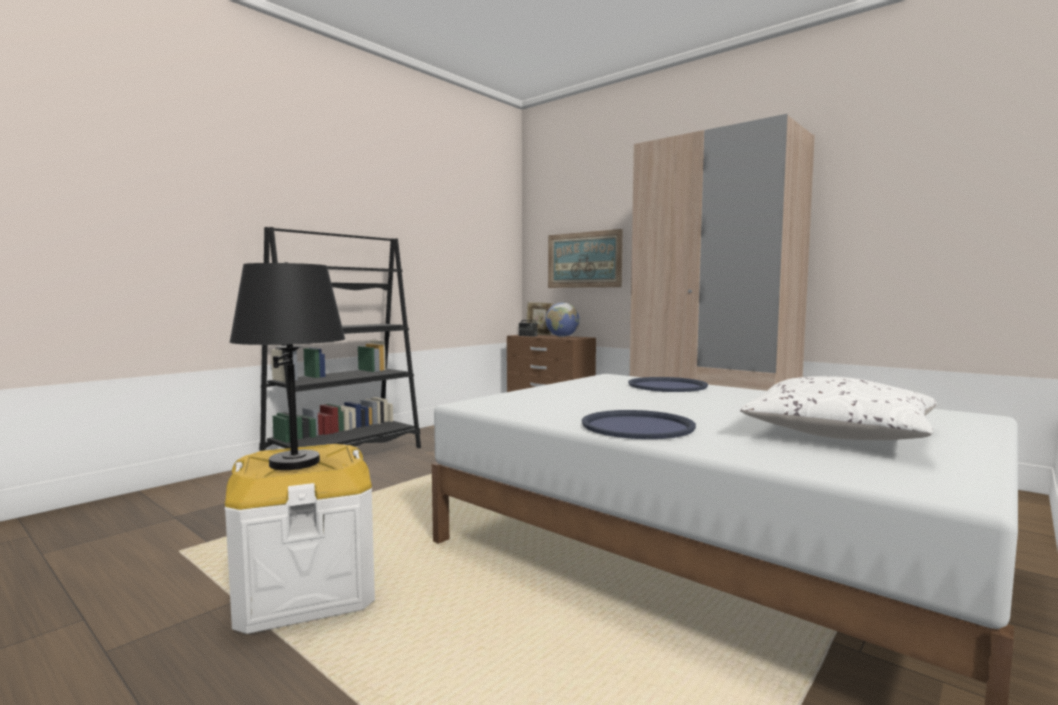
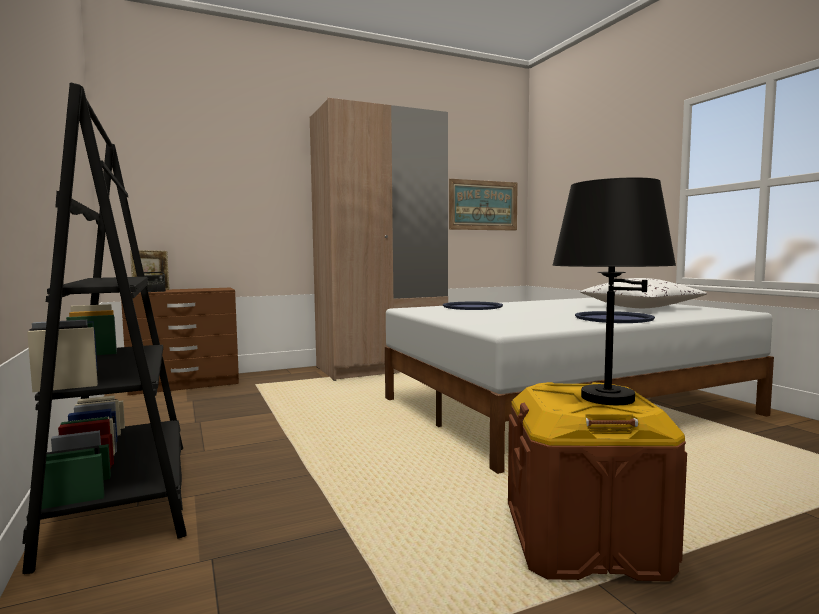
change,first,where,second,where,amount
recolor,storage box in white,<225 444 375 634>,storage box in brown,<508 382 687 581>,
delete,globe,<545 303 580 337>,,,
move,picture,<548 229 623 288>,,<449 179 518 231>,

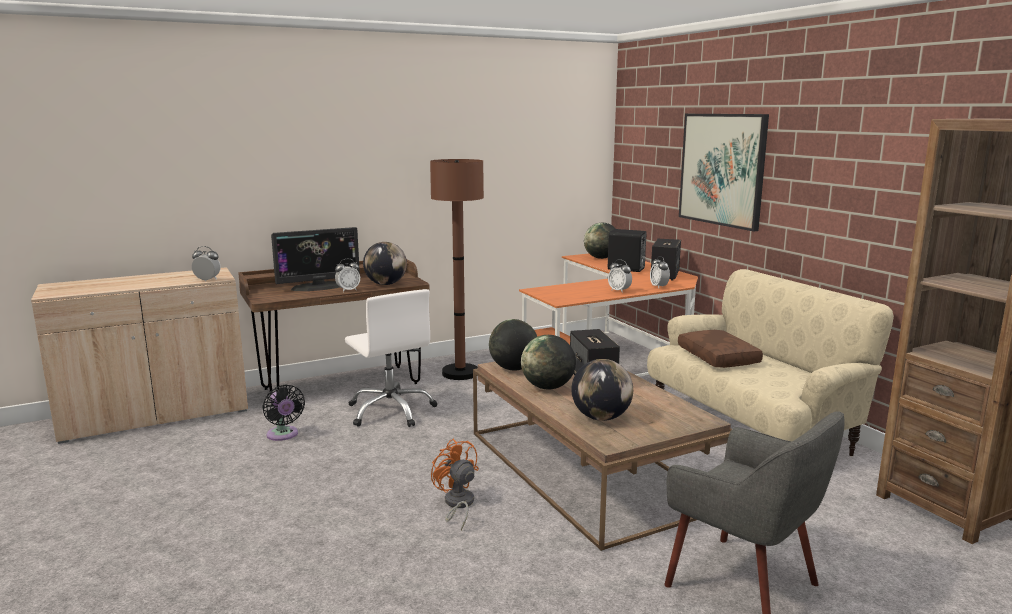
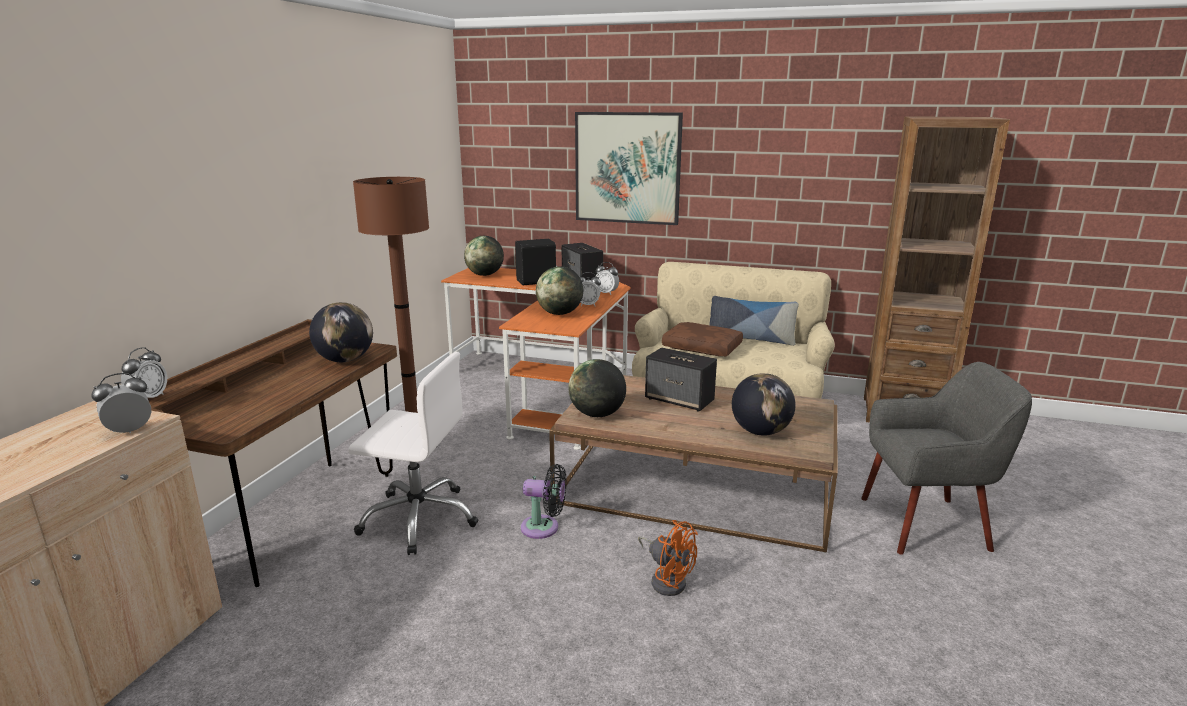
change,first,where,second,where,amount
move,fan in black,<262 385 305 441>,,<521 464 566 539>,
delete,monitor,<271 227 360 291>,,,
move,alarm clock,<335 259 360 292>,,<121 347 167 398>,
rotate,fan in orange,<431 439 479 531>,,<638 520 698 596>,150 degrees counterclockwise
move,globe,<521 335 576 389>,,<536 266 583 315>,
insert,,,pillow,<710 296 799 346>,

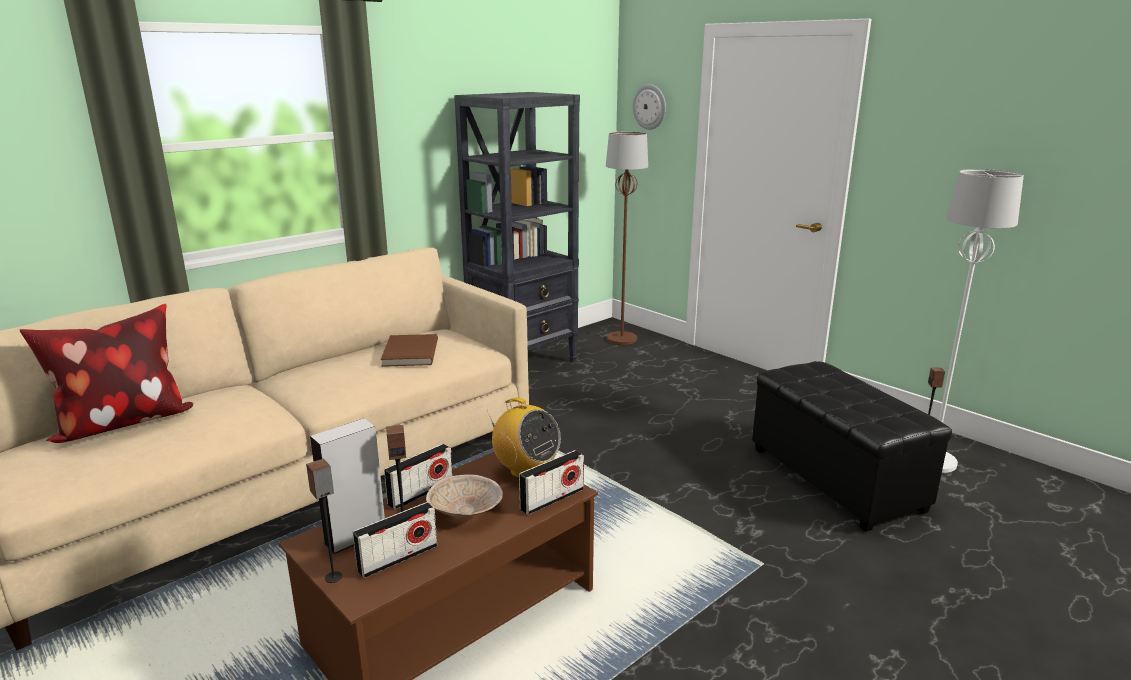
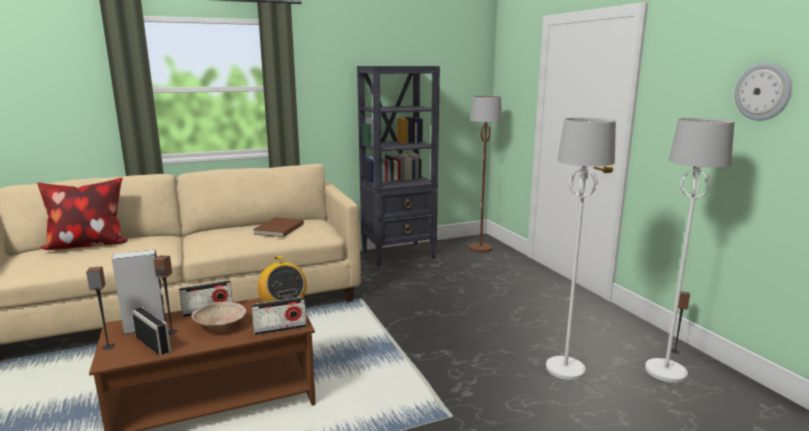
change,first,where,second,where,amount
rotate,radio,<353 502 437 578>,,<132 307 171 355>,120 degrees counterclockwise
move,wall clock,<633 84 666 130>,,<734 62 792 121>,
replace,ottoman in black,<752 361 952 532>,floor lamp in white,<546 118 616 380>,

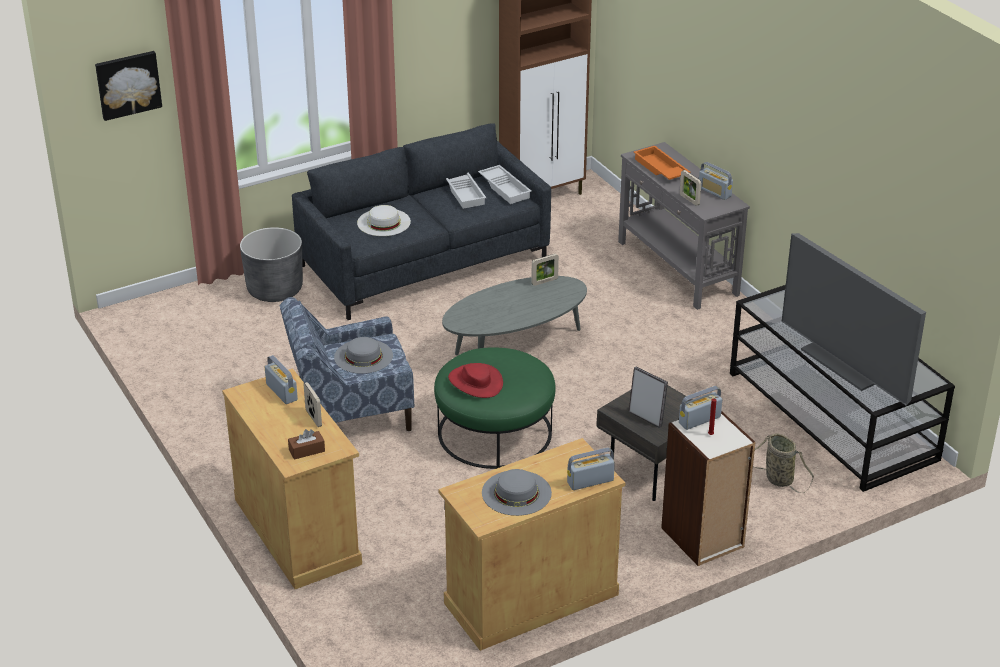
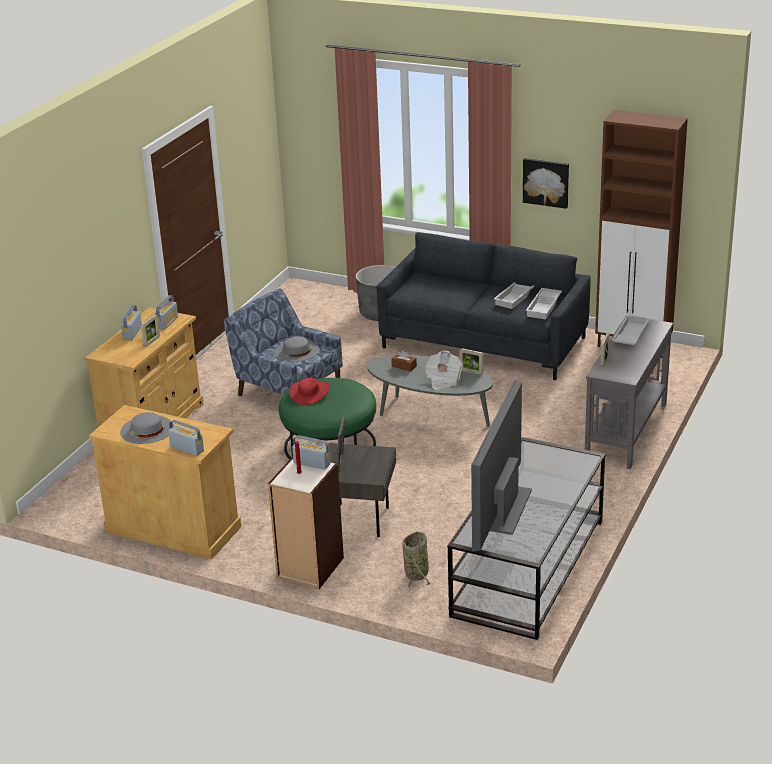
change,first,where,second,where,amount
move,picture,<95 51 162 121>,,<523 158 569 209>,
move,tissue box in brown,<288 429 325 460>,,<391 350 417 371>,
delete,hat in white,<357 205 411 236>,,,
recolor,tray in orange,<634 146 691 180>,tray in white,<612 315 650 345>,
move,radio,<699 162 733 200>,,<121 305 142 340>,
insert,,,newspaper,<425 351 463 390>,

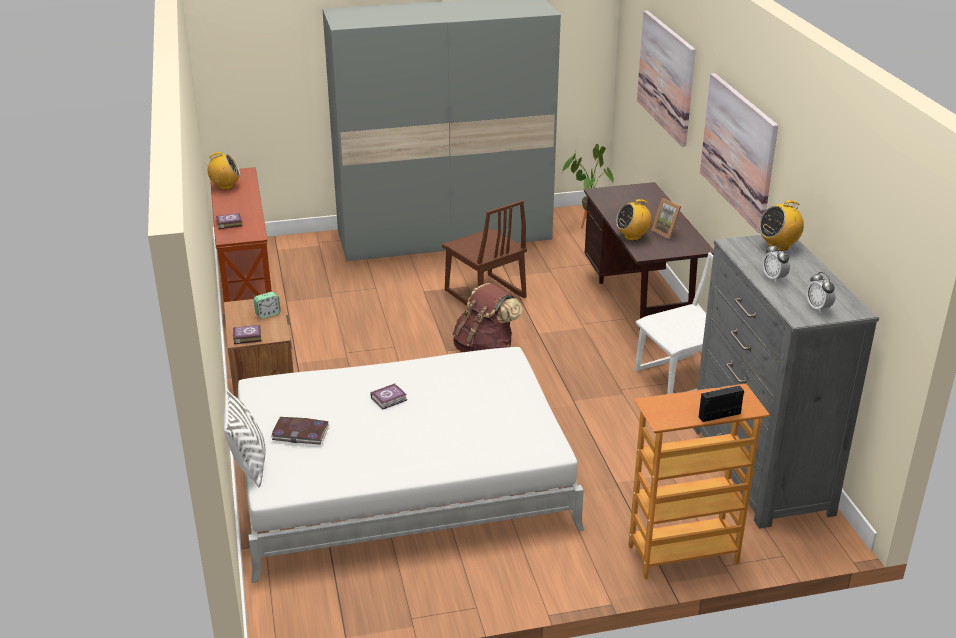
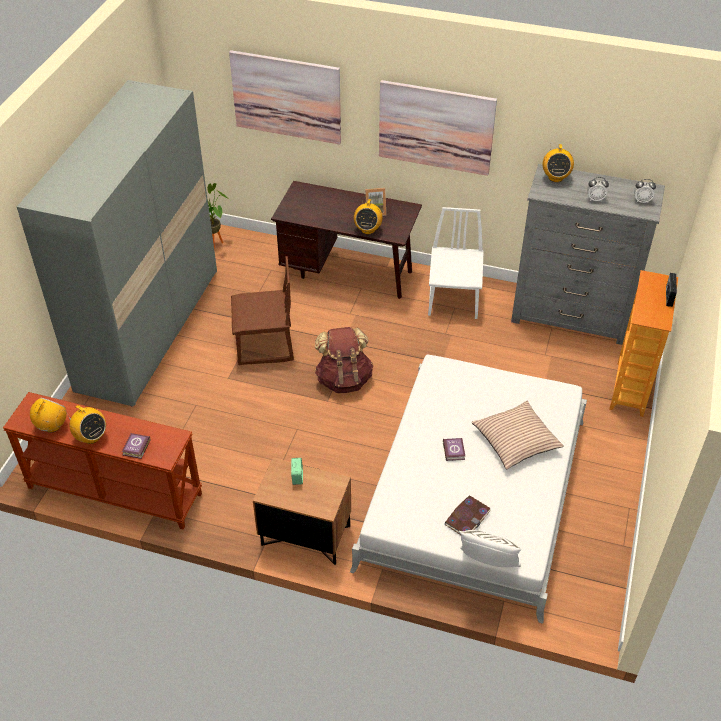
change,first,where,second,where,amount
delete,book,<233 325 262 344>,,,
insert,,,radio,<66 405 106 444>,
insert,,,pillow,<471 400 563 469>,

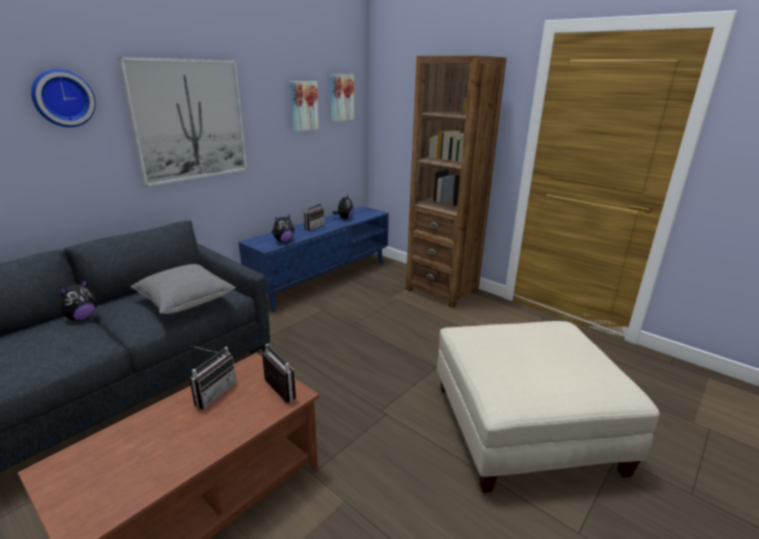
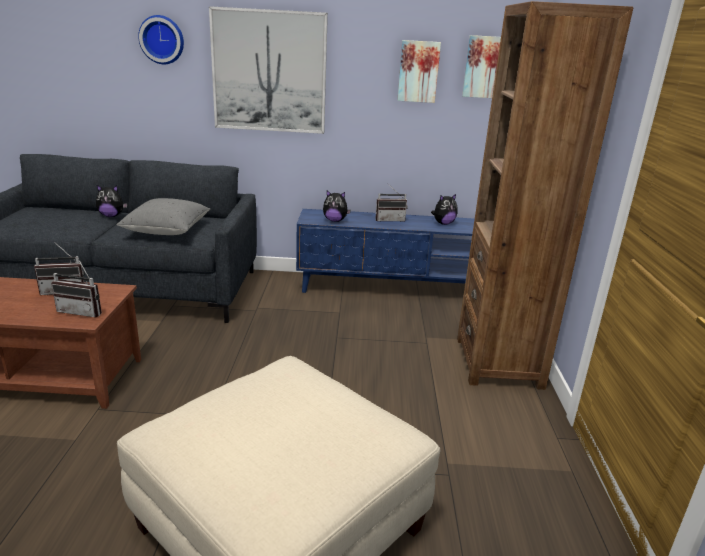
change,first,where,second,where,amount
rotate,radio,<260 344 296 403>,,<51 258 102 318>,90 degrees clockwise

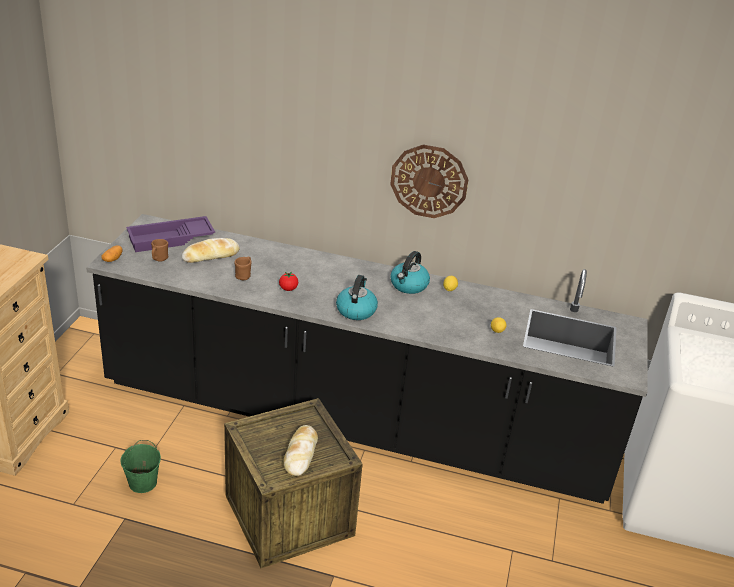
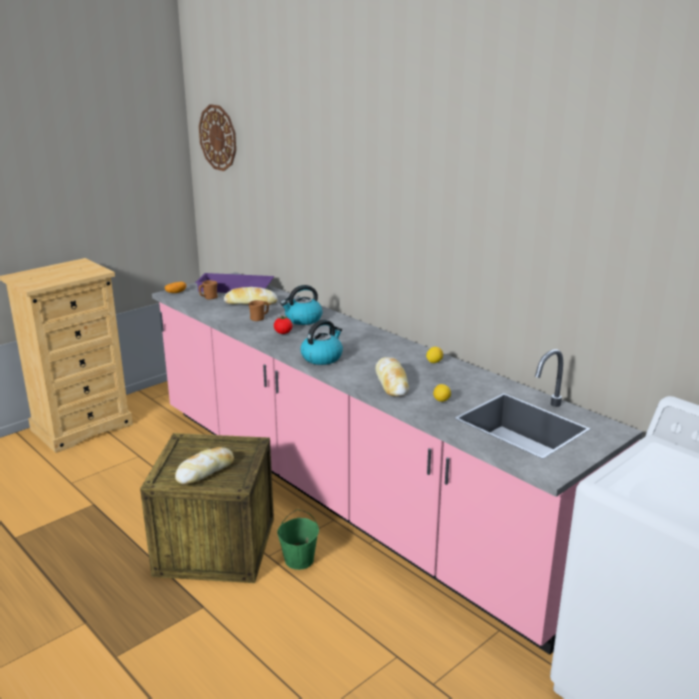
change,first,where,second,where,amount
recolor,counter in black,<86 214 648 504>,counter in pink,<152 272 643 655>,
move,bucket in green,<121 440 161 493>,,<277 509 319 570>,
move,wall clock,<390 144 468 218>,,<199 104 236 171>,
move,kettle,<390 251 430 294>,,<281 285 323 325>,
insert,,,bread,<375 357 409 397>,

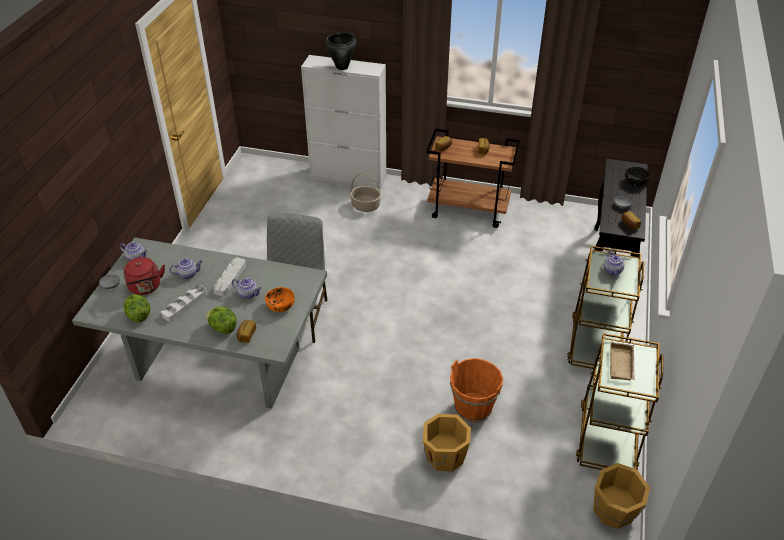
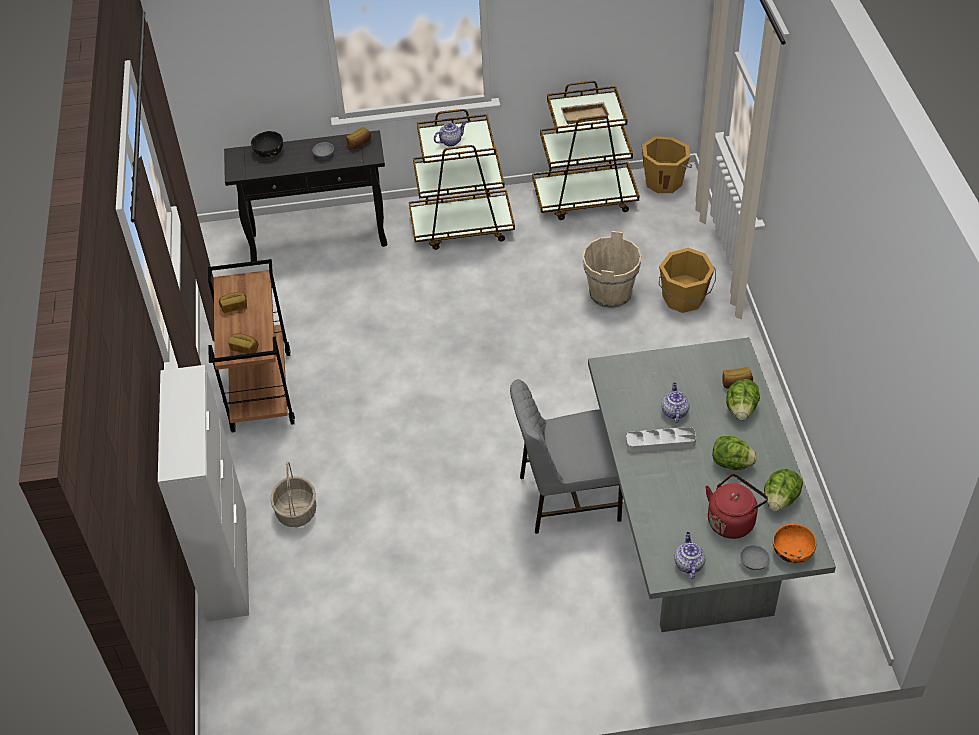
change,first,where,second,where,amount
replace,tray in grey,<161 284 207 322>,lettuce,<712 436 757 470>,
delete,teapot,<169 258 202 279>,,,
move,bowl in orange,<265 287 295 312>,,<773 524 816 564>,
delete,cooking pot in black,<325 32 356 70>,,,
recolor,bucket in orange,<450 358 503 423>,bucket in beige,<583 231 641 309>,

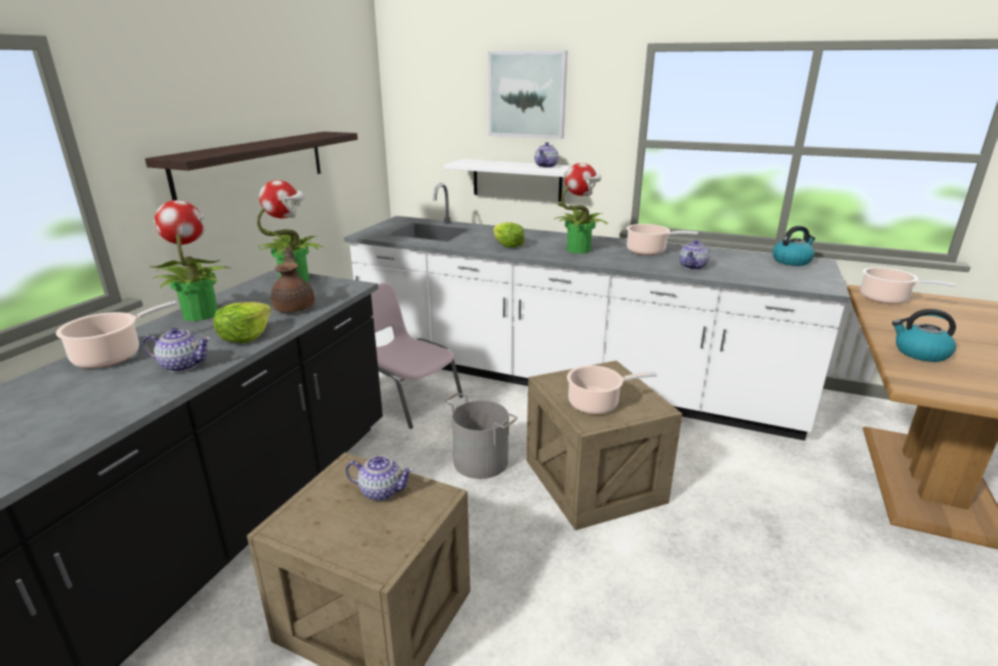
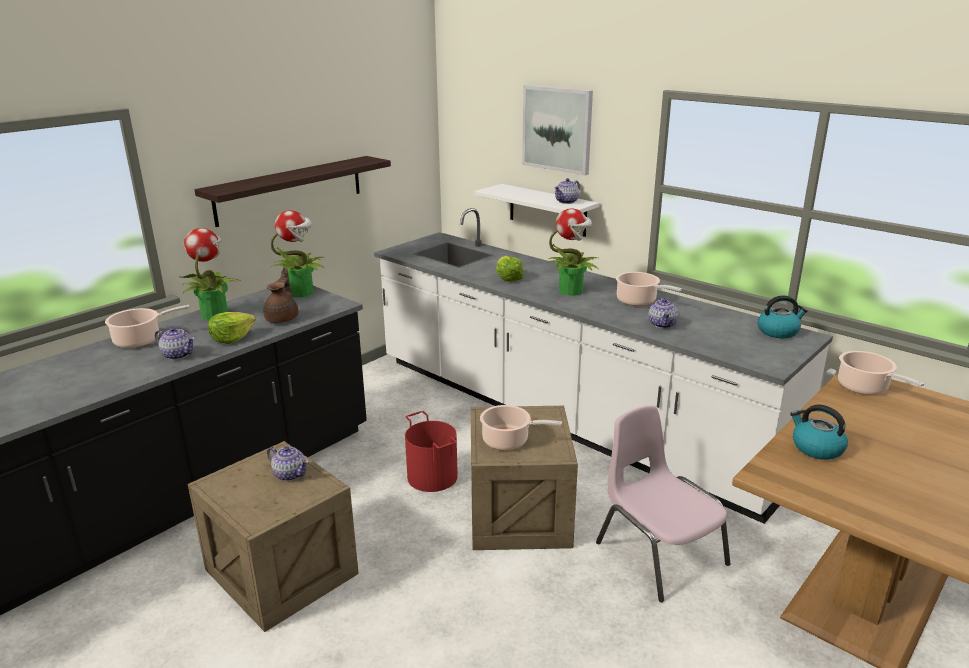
change,first,where,second,where,amount
move,chair in pink,<371 283 463 429>,,<596 406 731 602>,
recolor,bucket in grey,<444 393 518 479>,bucket in red,<405 411 458 492>,
rotate,teapot,<679 240 709 270>,,<648 297 678 329>,45 degrees counterclockwise

